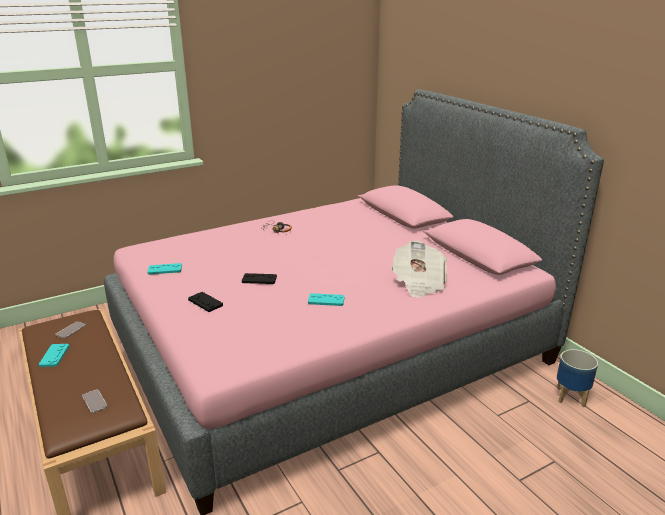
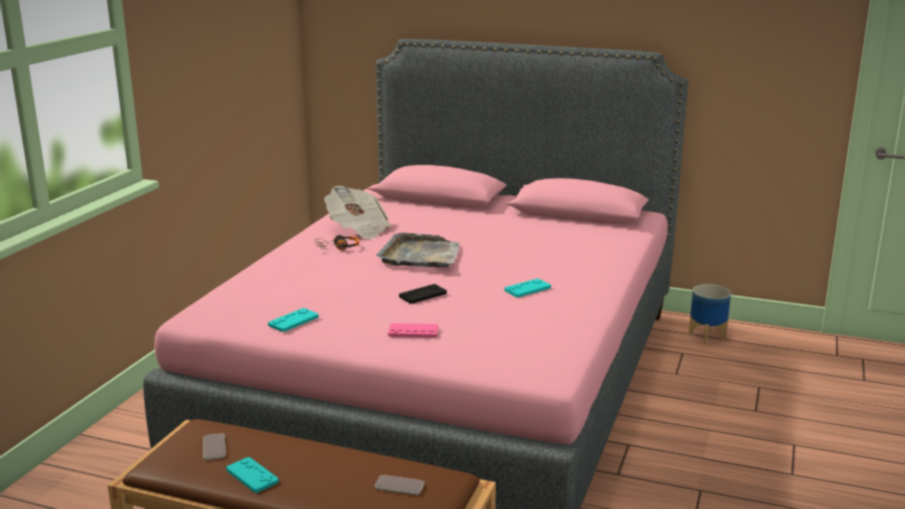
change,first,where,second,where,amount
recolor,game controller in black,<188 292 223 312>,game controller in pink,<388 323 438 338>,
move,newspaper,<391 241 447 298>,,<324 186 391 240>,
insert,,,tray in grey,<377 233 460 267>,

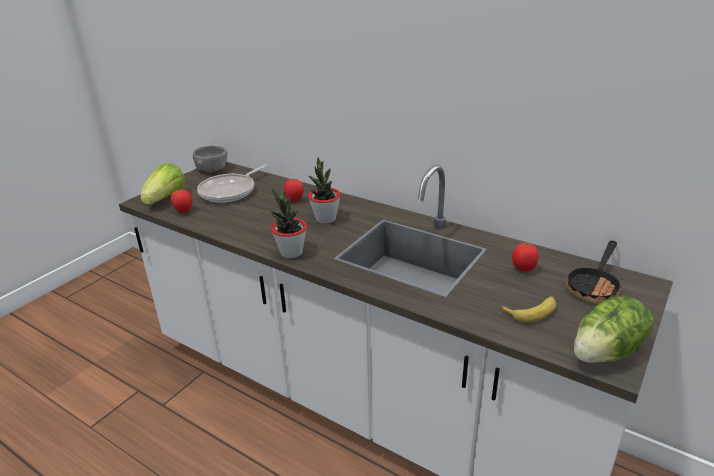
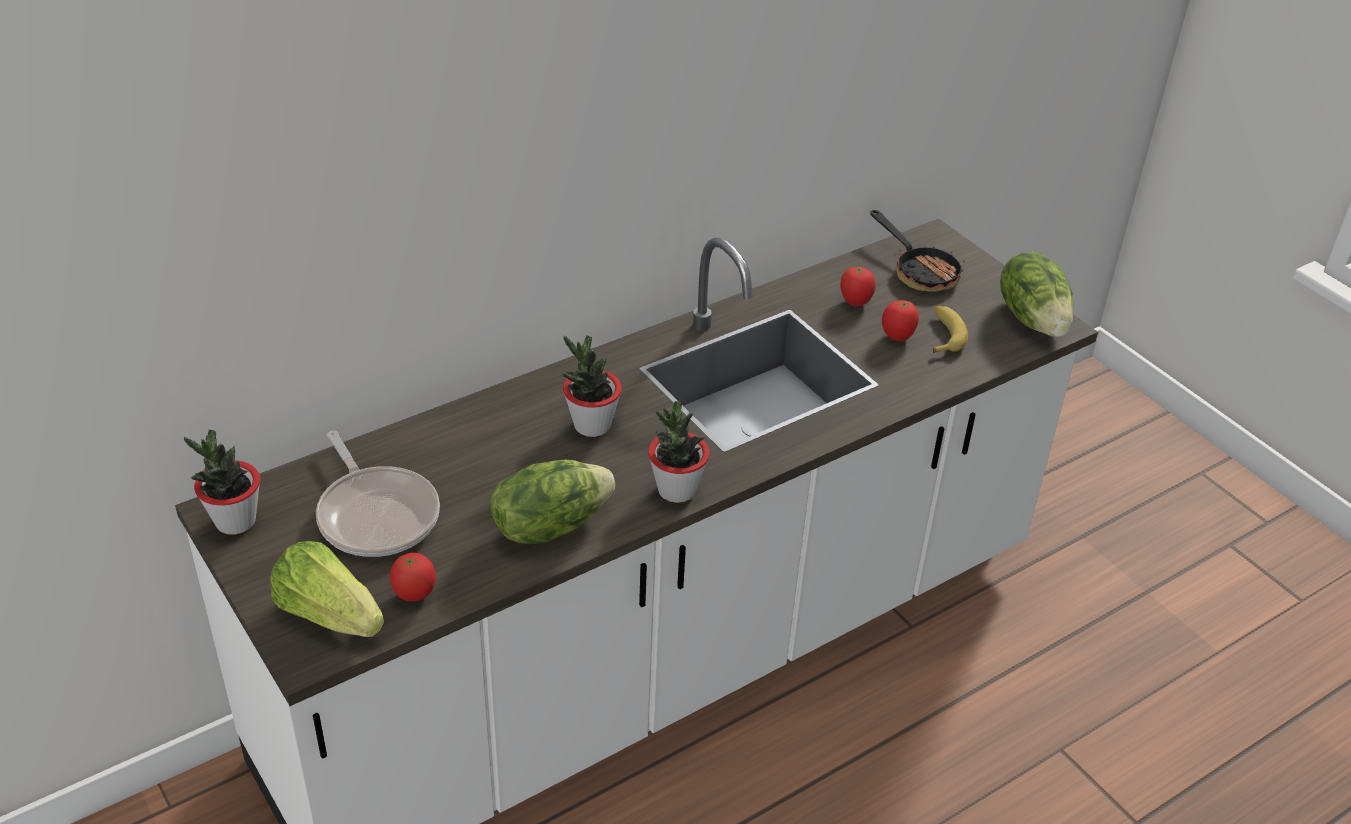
change,first,where,second,where,amount
replace,bowl in grey,<193 146 227 172>,potted plant,<184 430 260 535>,
move,tomato,<283 179 304 202>,,<882 300 919 341>,
insert,,,lettuce,<491 460 615 544>,

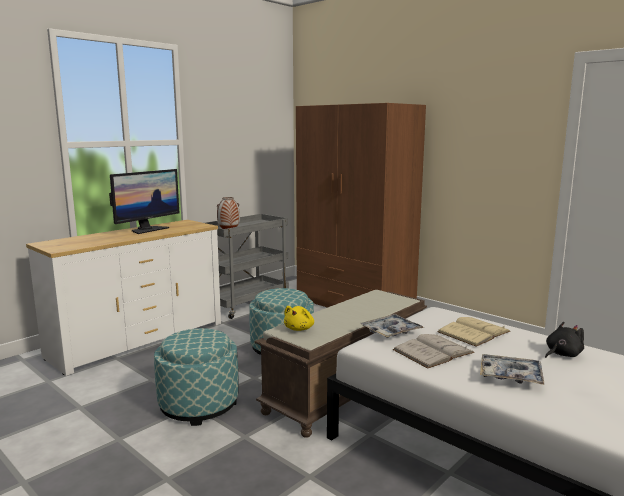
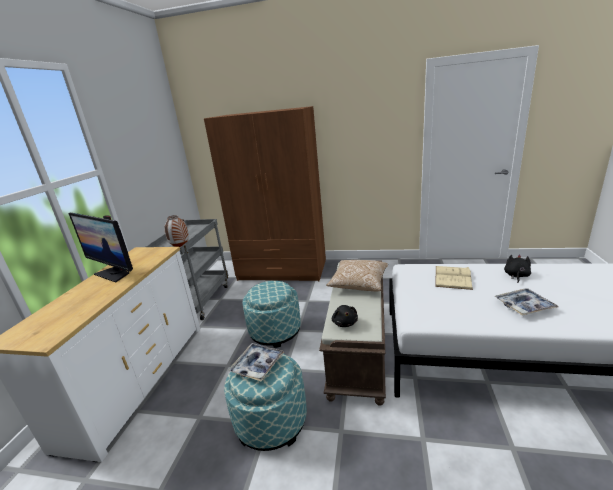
change,first,where,second,where,amount
rotate,monitor,<109 169 179 234>,,<68 213 133 283>,120 degrees clockwise
recolor,plush toy in yellow,<284 306 314 331>,plush toy in black,<332 305 358 327>,
move,tray,<360 314 424 338>,,<228 343 284 381>,
delete,book in white,<393 334 475 369>,,,
insert,,,pillow,<326 260 388 291>,

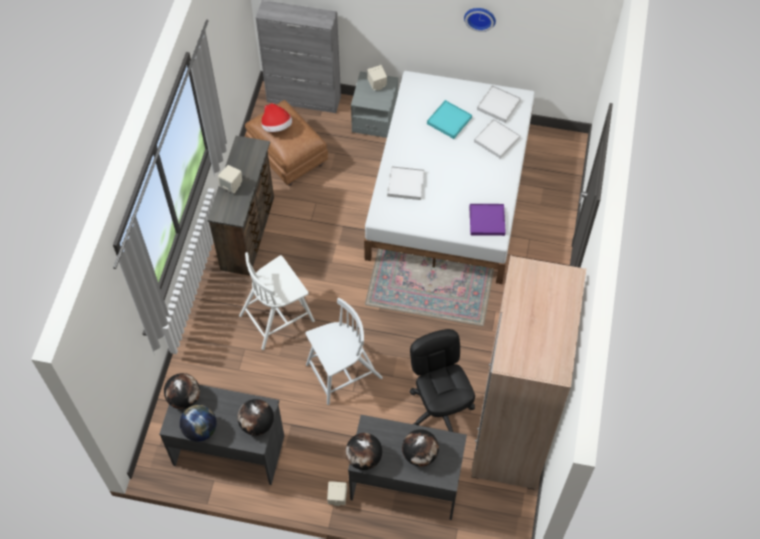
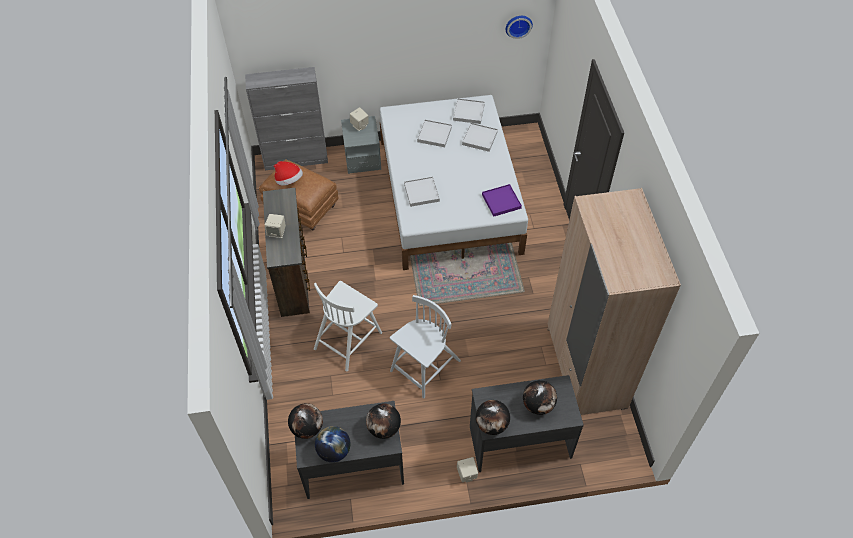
change,first,where,second,where,amount
delete,office chair in black,<409 329 475 432>,,,
recolor,tray in turquoise,<427 100 472 139>,tray in white,<417 120 452 147>,
move,wall clock,<464 8 496 32>,,<506 16 533 39>,

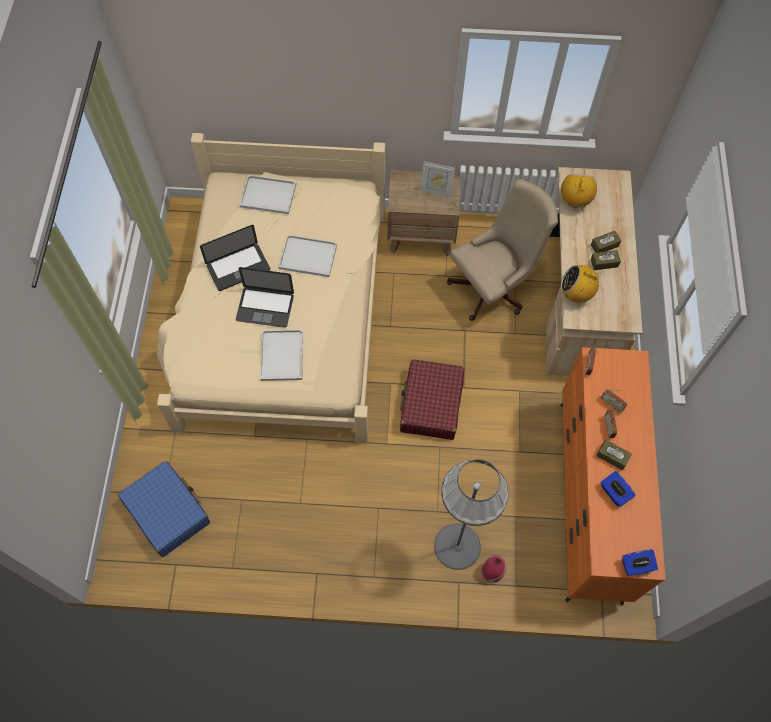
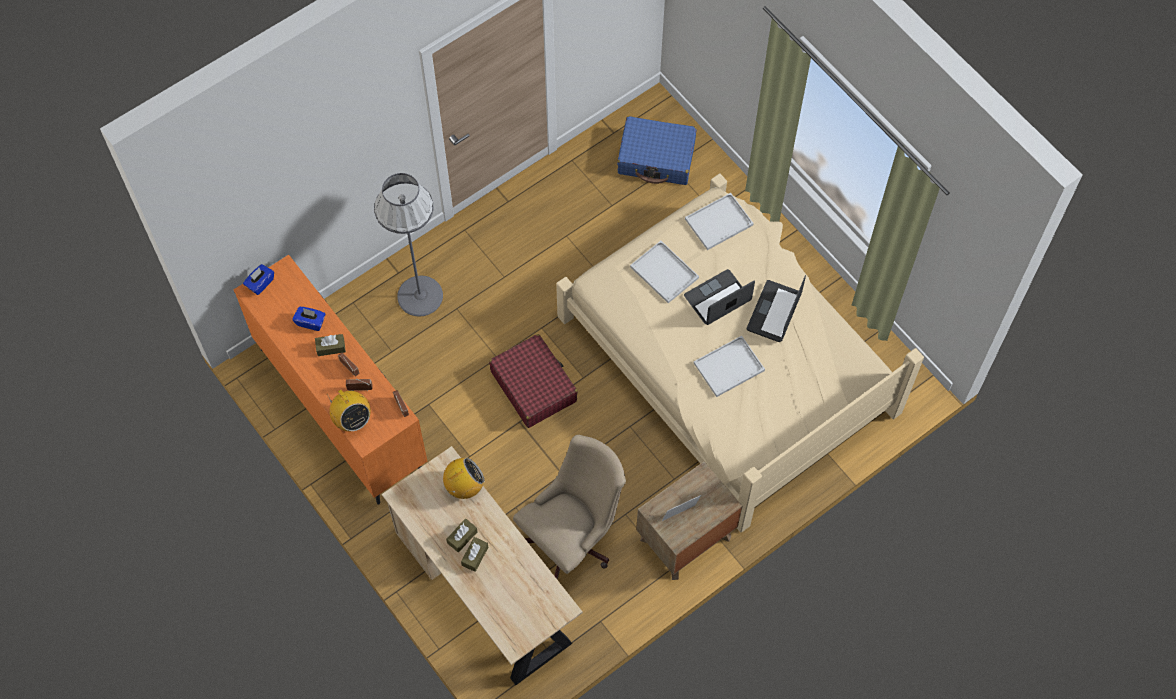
change,first,where,second,where,amount
move,tray in white,<240 175 297 214>,,<685 193 754 250>,
rotate,office chair in beige,<447 179 558 321>,,<513 435 626 580>,150 degrees counterclockwise
delete,vase in red,<482 555 506 583>,,,
move,radio,<561 175 597 208>,,<327 390 371 431>,

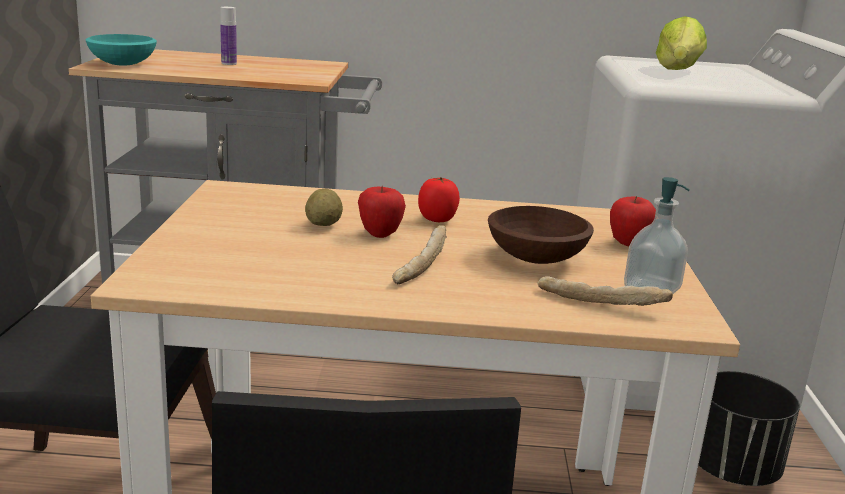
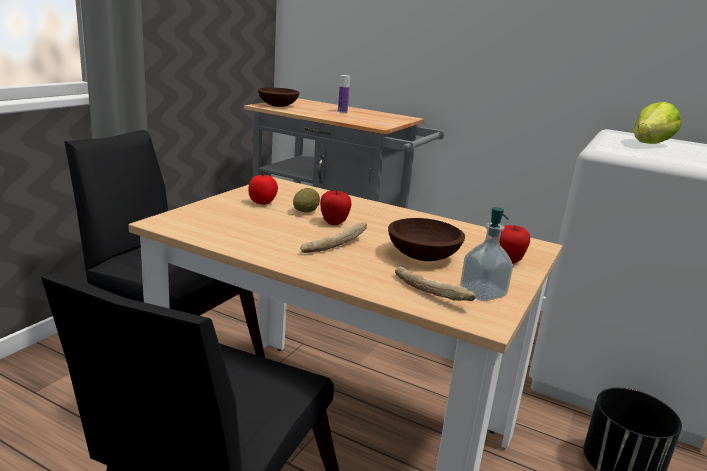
change,first,where,second,where,amount
recolor,bowl in turquoise,<85 34 157 66>,bowl in brown,<258 87 299 107>,
move,tomato,<418 177 460 222>,,<248 174 278 205>,

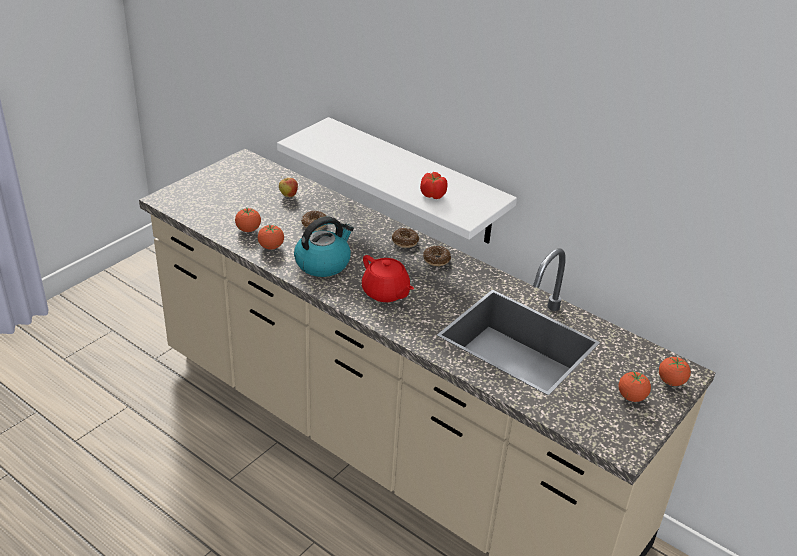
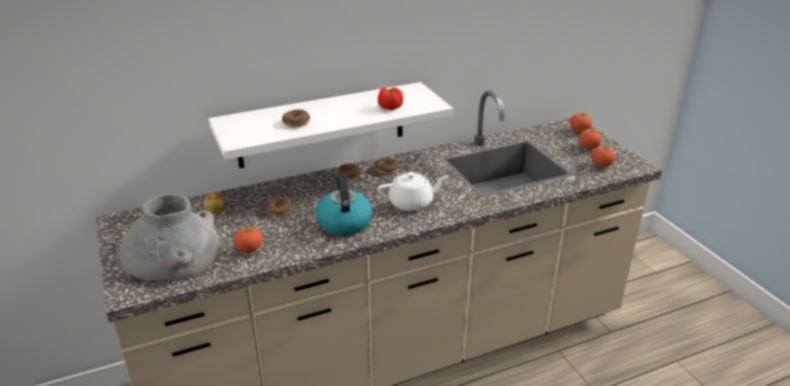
change,first,where,second,where,amount
move,tomato,<258 224 284 250>,,<591 145 616 167>,
recolor,teapot in red,<362 255 414 302>,teapot in white,<378 172 449 212>,
insert,,,vase in grey,<119 194 221 281>,
insert,,,donut,<282 109 310 127>,

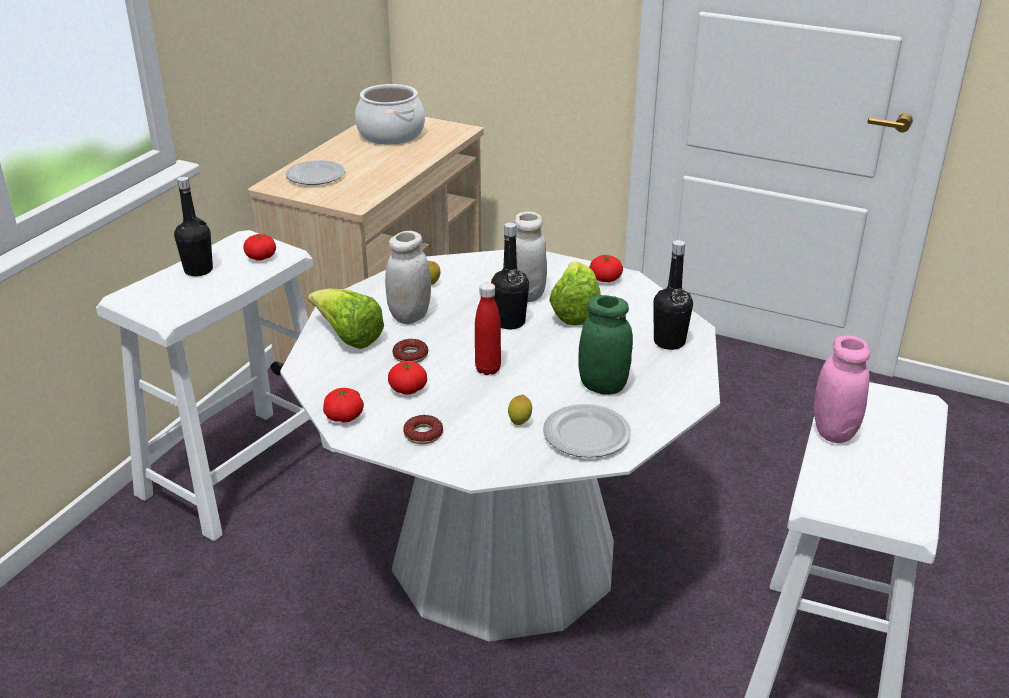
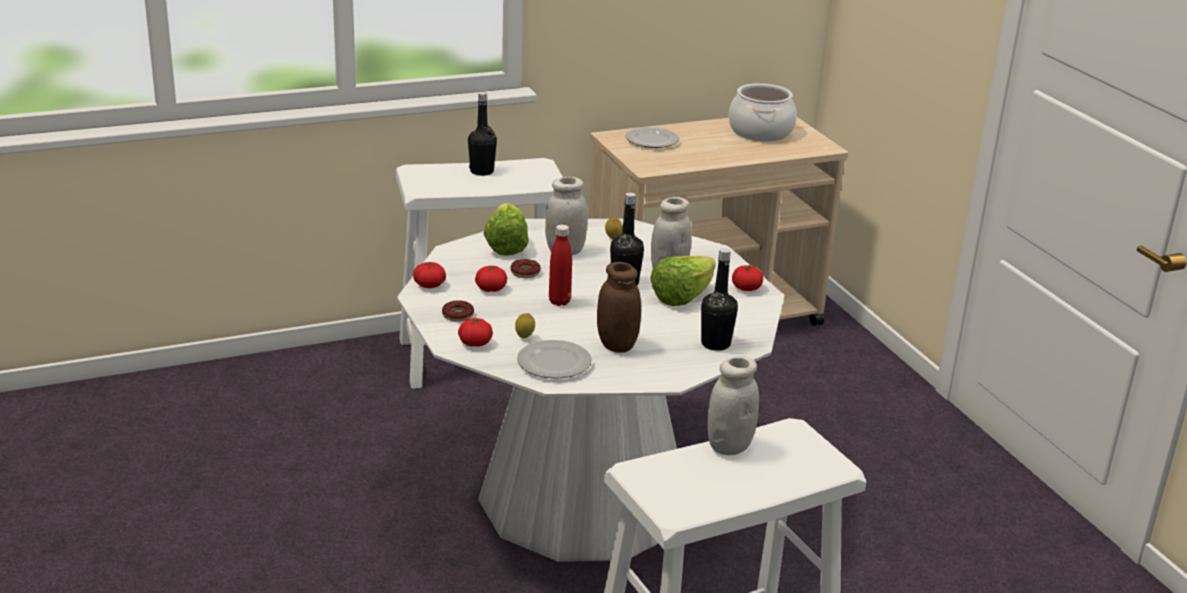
change,first,where,second,where,amount
move,tomato,<243 234 276 261>,,<458 318 493 347>,
recolor,jar in green,<578 295 633 395>,jar in brown,<597 262 641 352>,
recolor,jar in pink,<814 335 870 443>,jar in white,<707 356 759 455>,

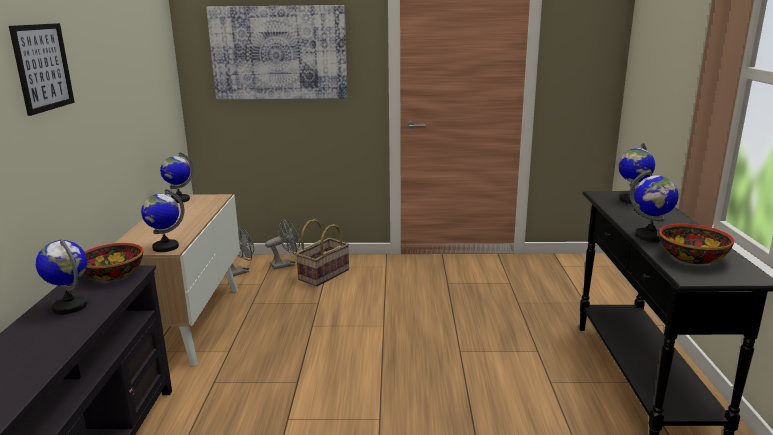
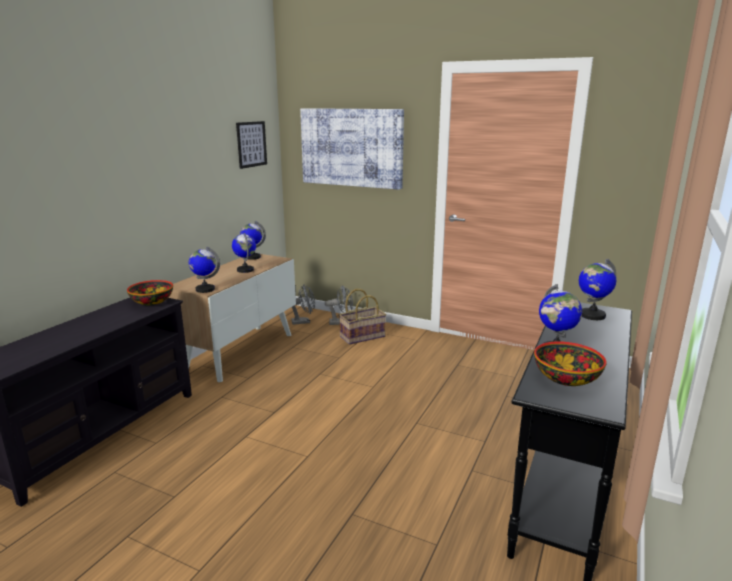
change,first,where,second,where,amount
move,picture,<9 23 75 116>,,<236 121 267 169>,
move,globe,<36 239 87 314>,,<232 233 256 273>,

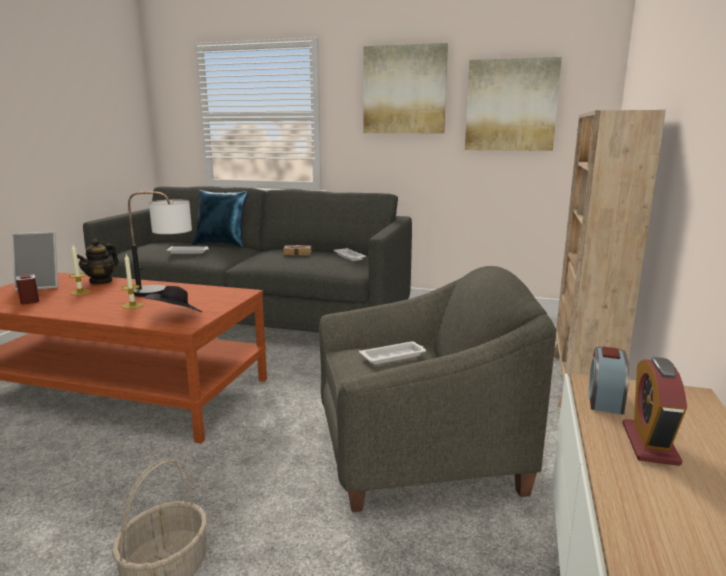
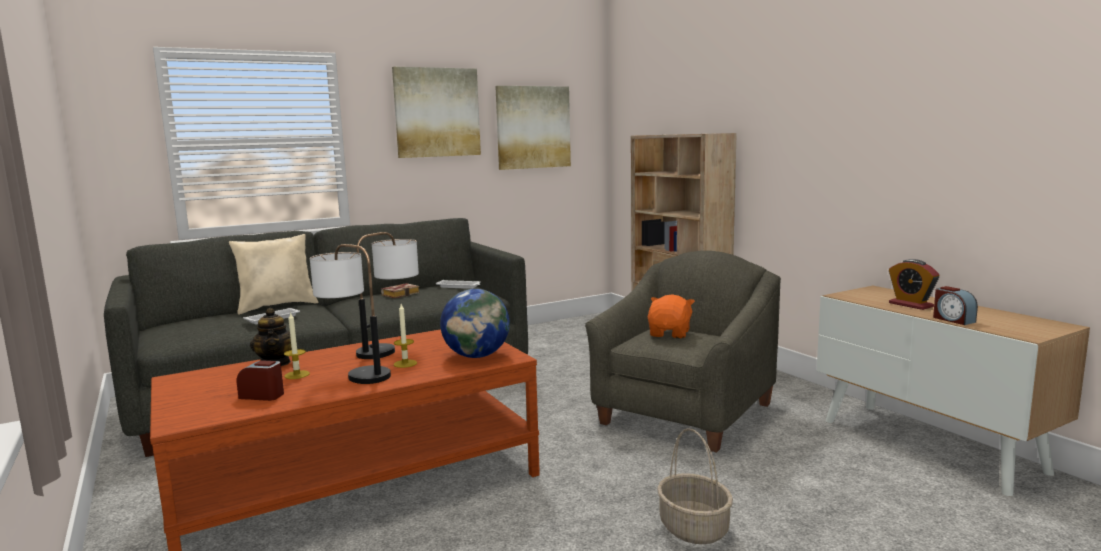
change,first,where,second,where,amount
delete,picture frame,<12 232 58 291>,,,
replace,hat in black,<145 286 202 312>,globe,<440 289 510 358>,
recolor,pillow in blue,<192 190 248 248>,pillow in beige,<229 234 319 315>,
replace,tray in white,<359 341 426 364>,plush toy in orange,<648 294 695 339>,
move,alarm clock,<589 347 629 415>,,<933 286 978 325>,
insert,,,table lamp,<310 244 391 384>,

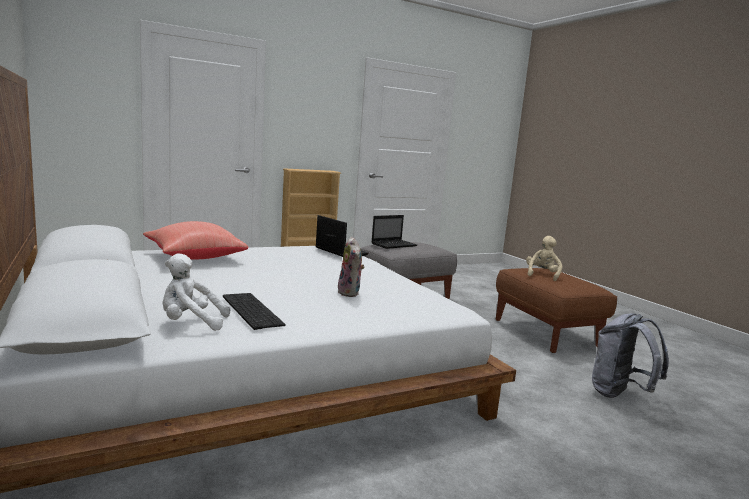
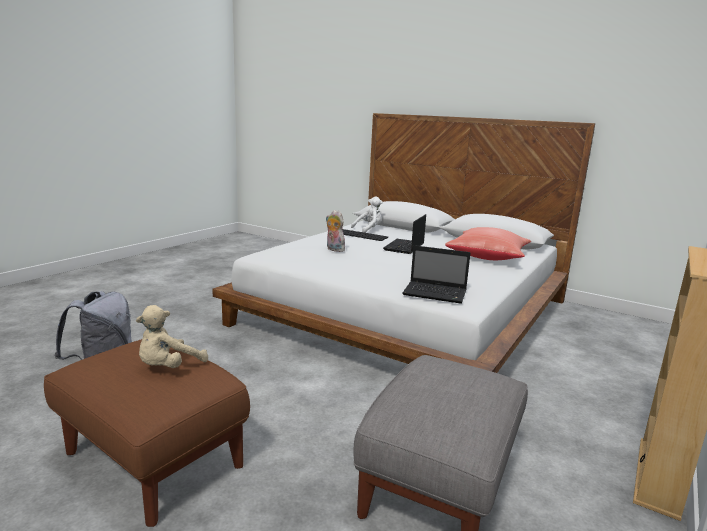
change,first,where,second,where,amount
move,laptop,<372 215 417 249>,,<383 214 426 254>,
rotate,plush toy in beige,<526 236 563 281>,,<136 305 208 368>,45 degrees clockwise

